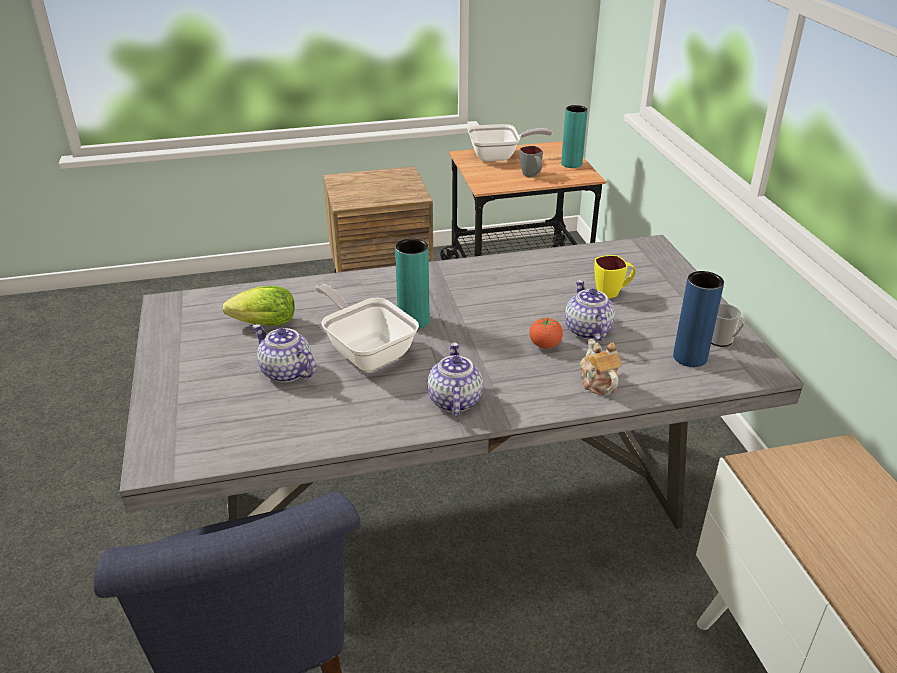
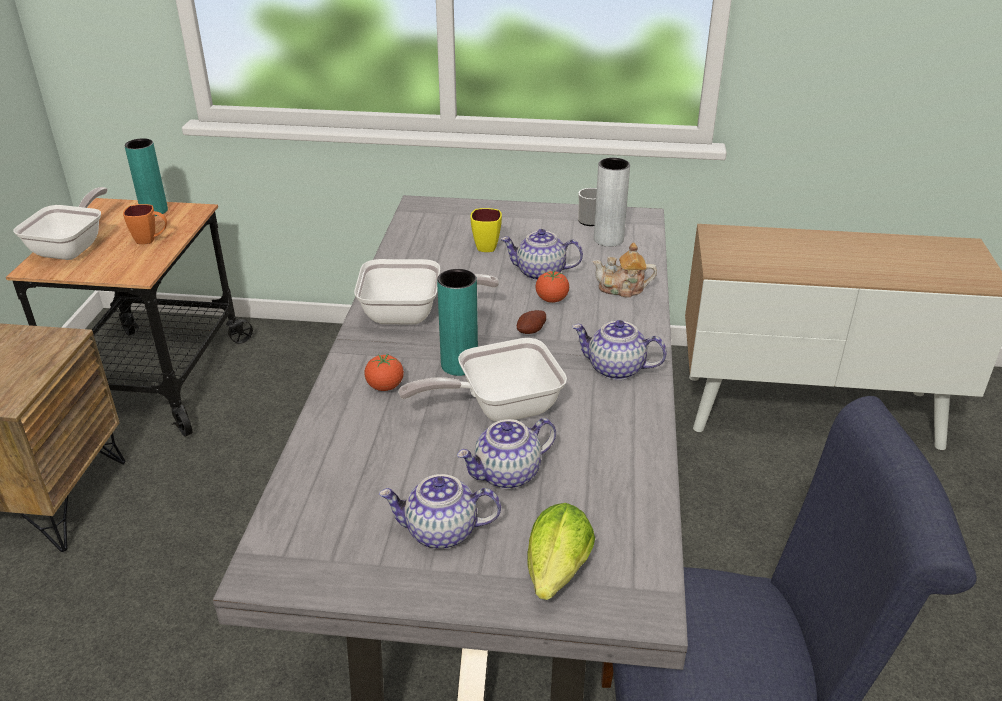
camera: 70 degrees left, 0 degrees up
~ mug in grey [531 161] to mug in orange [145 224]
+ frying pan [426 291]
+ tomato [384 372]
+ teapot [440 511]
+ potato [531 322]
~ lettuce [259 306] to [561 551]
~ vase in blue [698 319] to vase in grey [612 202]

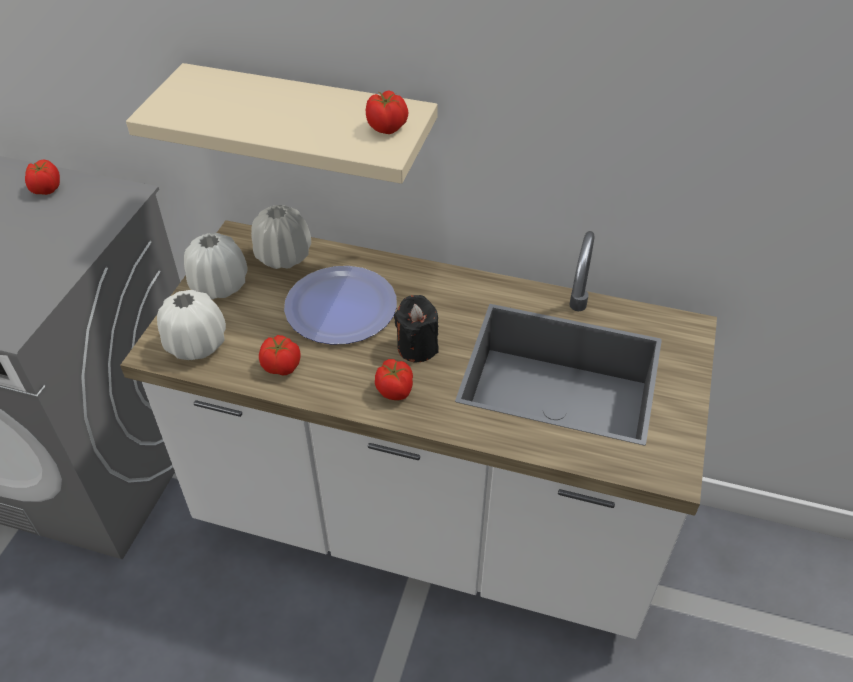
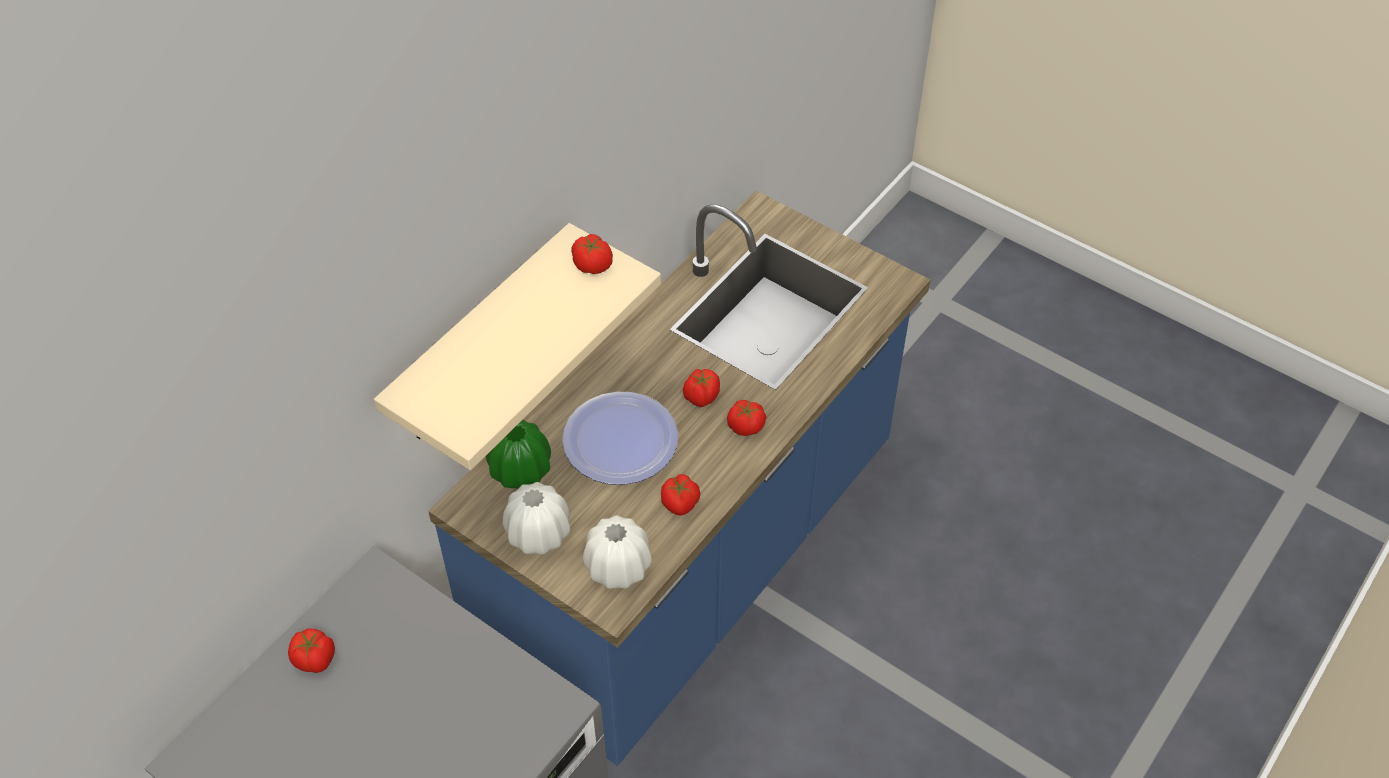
camera: 70 degrees left, 5 degrees up
~ counter in white [418 429] to counter in blue [679 478]
~ vase in white [281 237] to vase in green [518 454]
~ candle in black [416 328] to tomato [701 388]

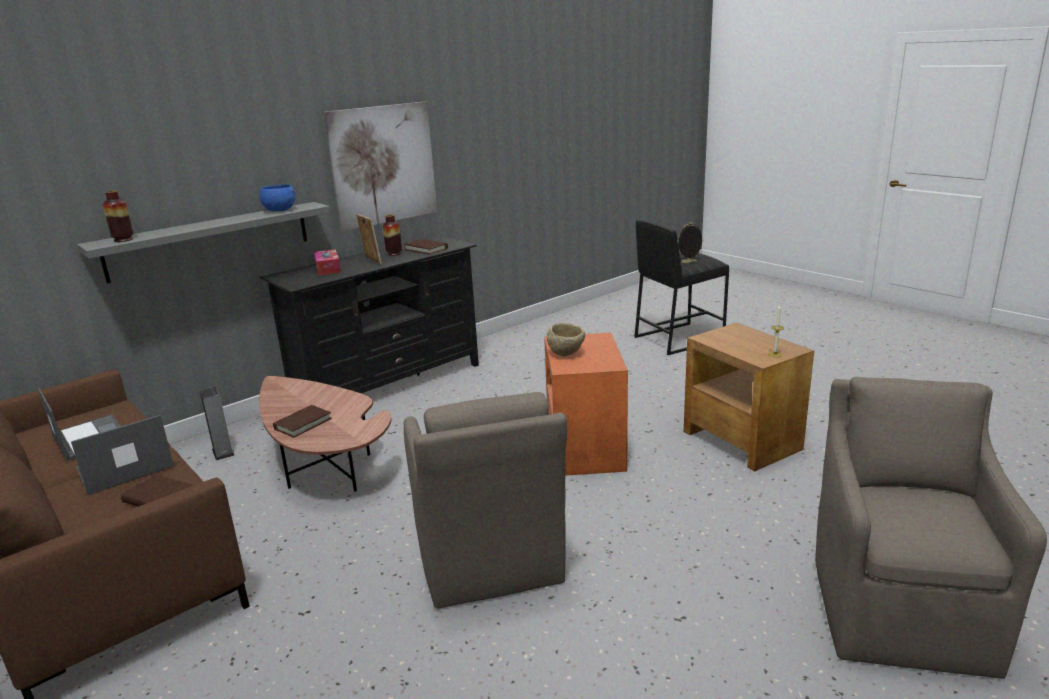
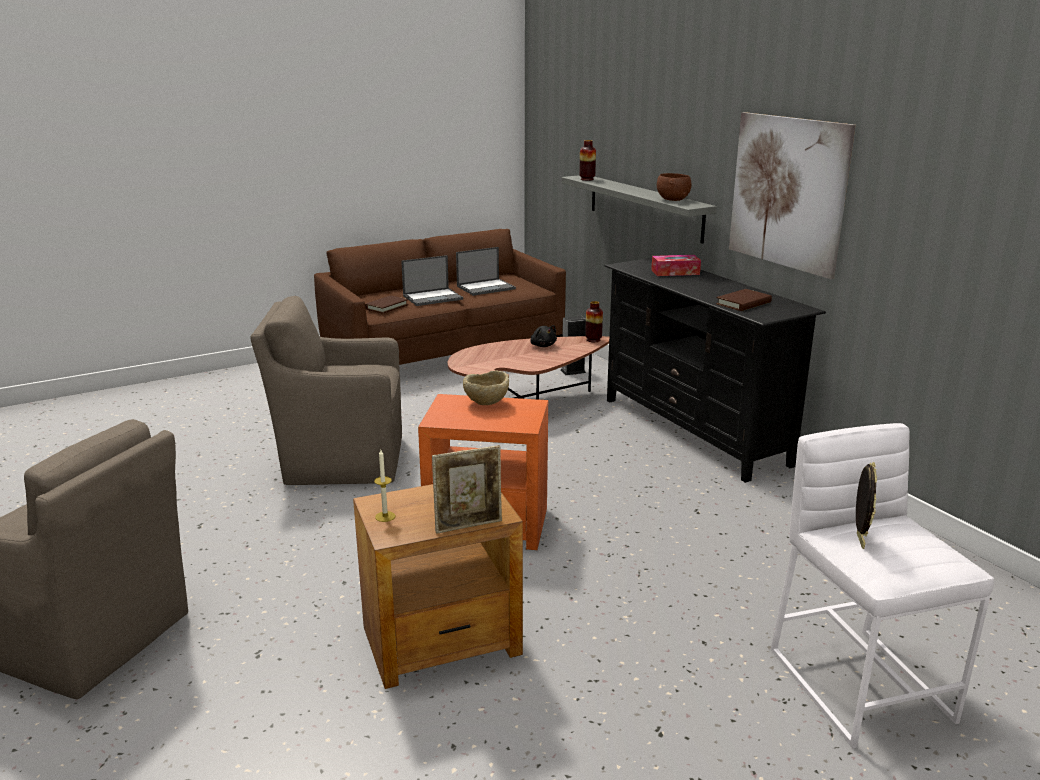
camera: 100 degrees right, 0 degrees up
~ laptop [122 455] = [432 280] 90 degrees clockwise
~ picture frame [369 239] to [467 489]
+ plush toy in black [543 336]
~ vase [392 235] to [594 321]
~ bowl in blue [277 197] to bowl in brown [674 187]
~ stool in black [681 287] to stool in white [882 585]
- book in brown [302 421]

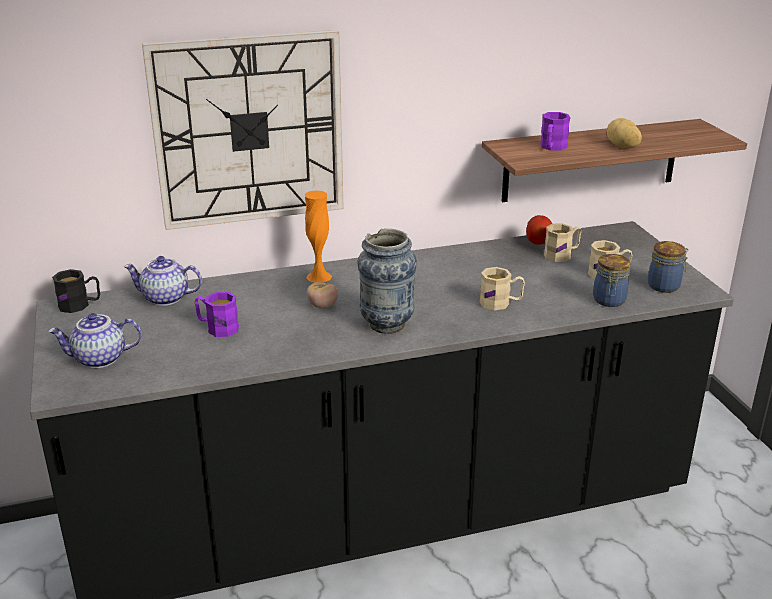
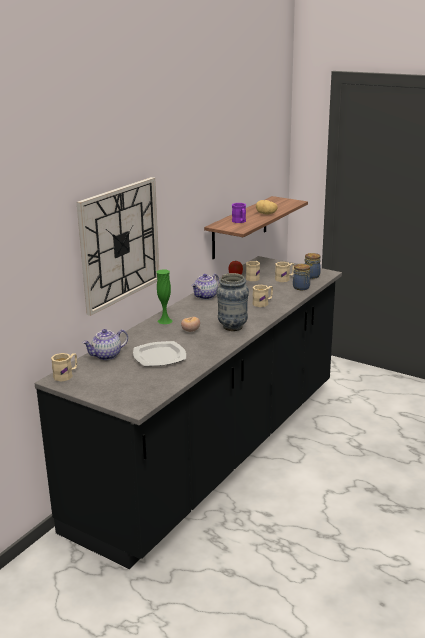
camera: 40 degrees left, 5 degrees down
~ mug in black [76 291] to mug in beige [64 367]
~ mug in purple [217 314] to plate [159 353]
~ vase in orange [318 236] to vase in green [164 296]
~ teapot [94 340] to [205 286]

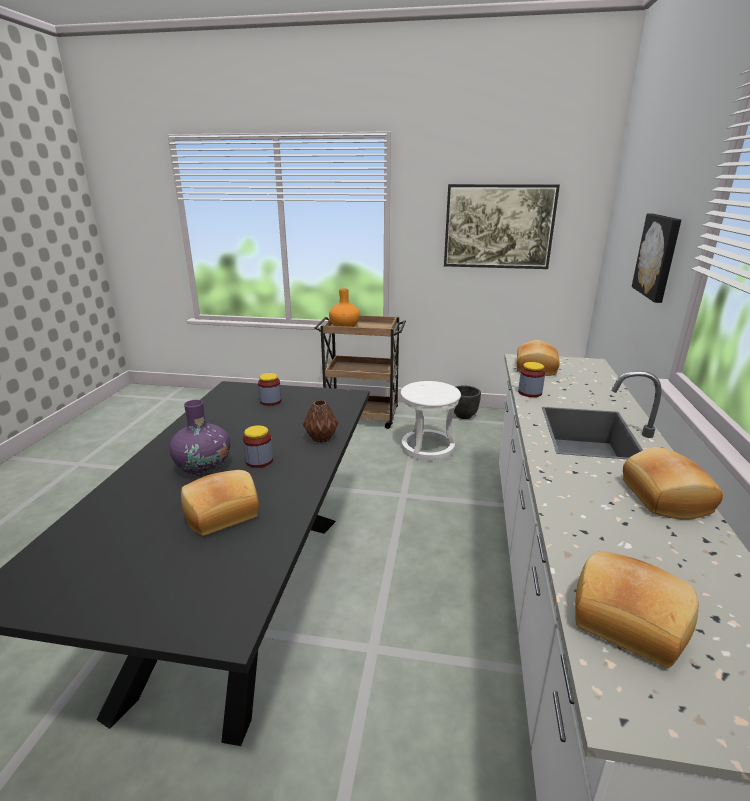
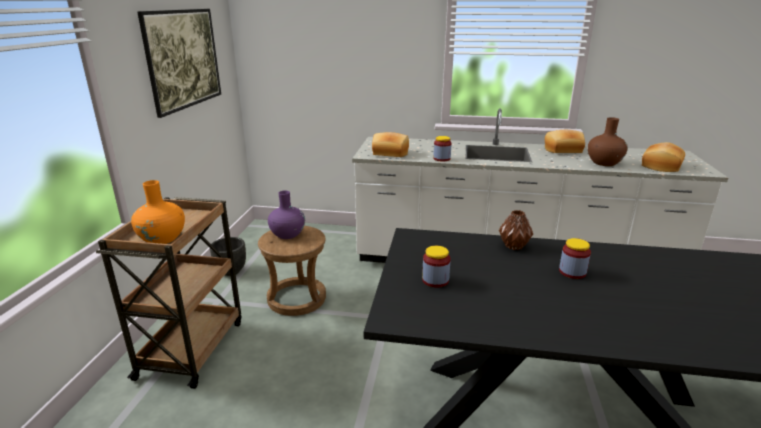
camera: 90 degrees left, 0 degrees up
~ stool in white [431 421] to stool in brown [292 271]
~ vase in purple [199 438] to [286 214]
+ vase in brown [608 141]
- bread [220 503]
- picture [656 258]

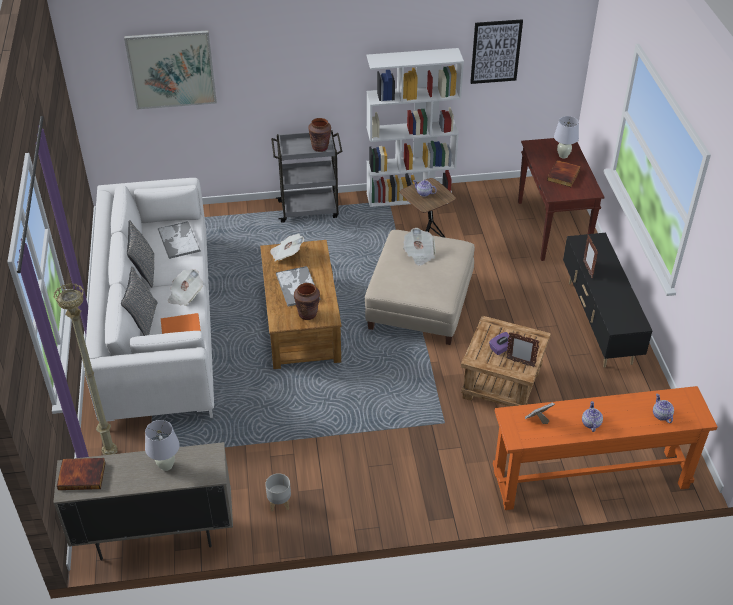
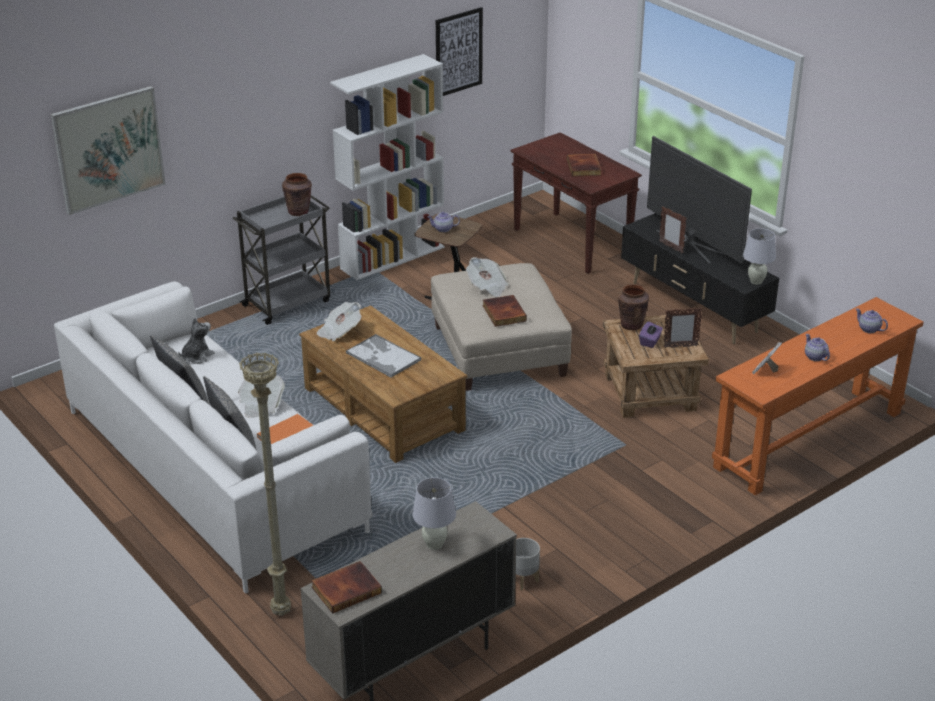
camera: 30 degrees left, 10 degrees down
~ tray [179 240] to plush toy [196 341]
+ book [504 311]
~ vase in brown [307 301] to [633 307]
+ television [699 200]
~ table lamp in white [566 137] to [759 256]

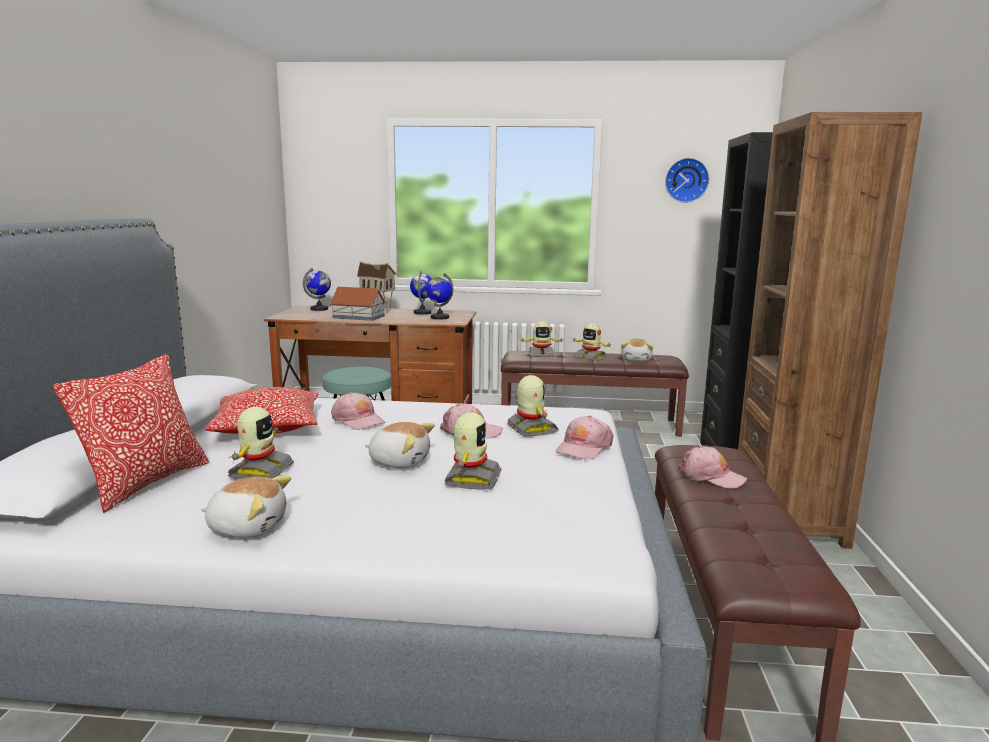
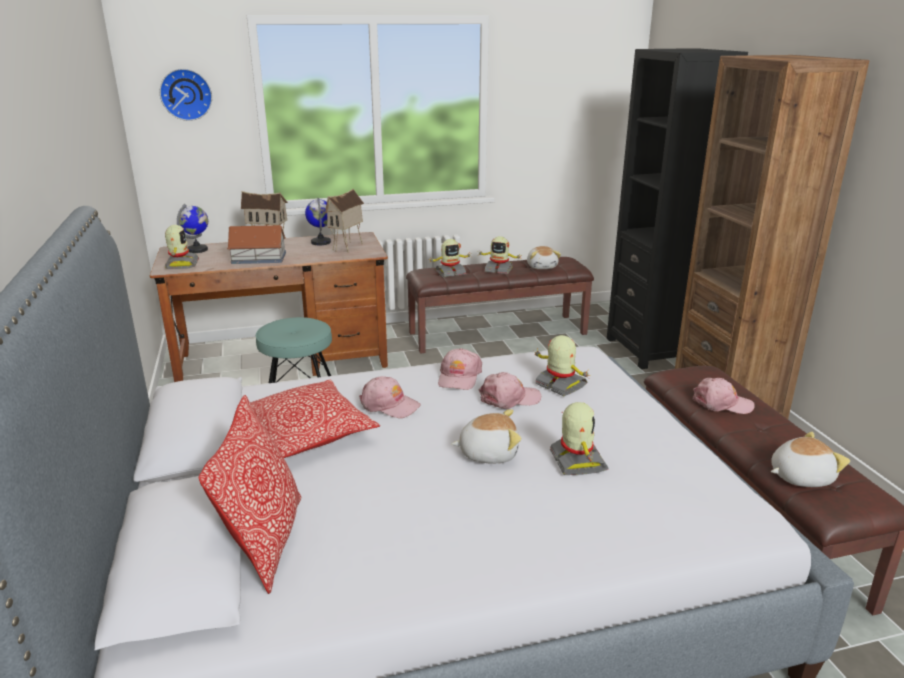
camera: 20 degrees left, 10 degrees up
~ wall clock [687 180] to [186 95]
~ toy robot [261 443] to [182 247]
~ globe [439 296] to toy house [344 221]
~ cap in pink [585 438] to [460 369]
~ plush toy [246 507] to [810 459]

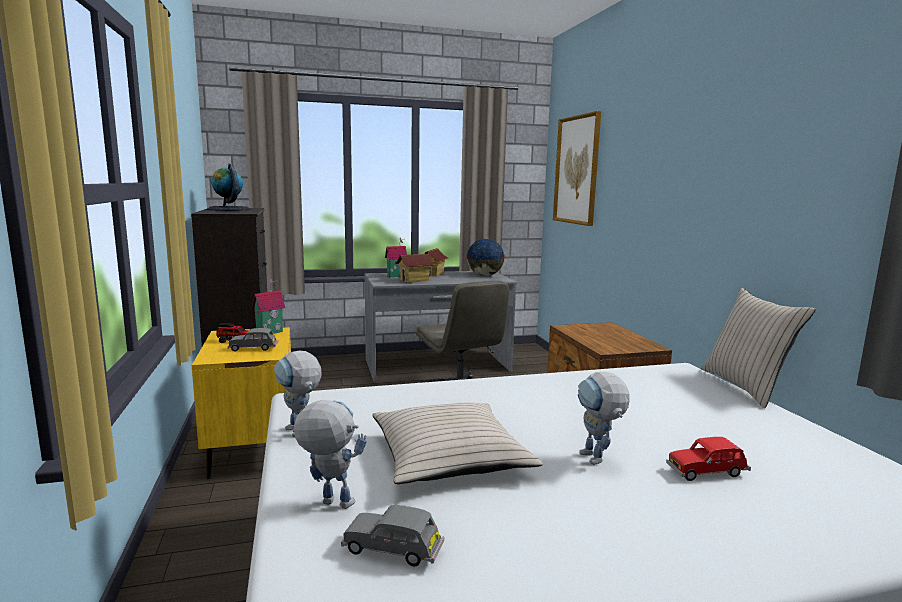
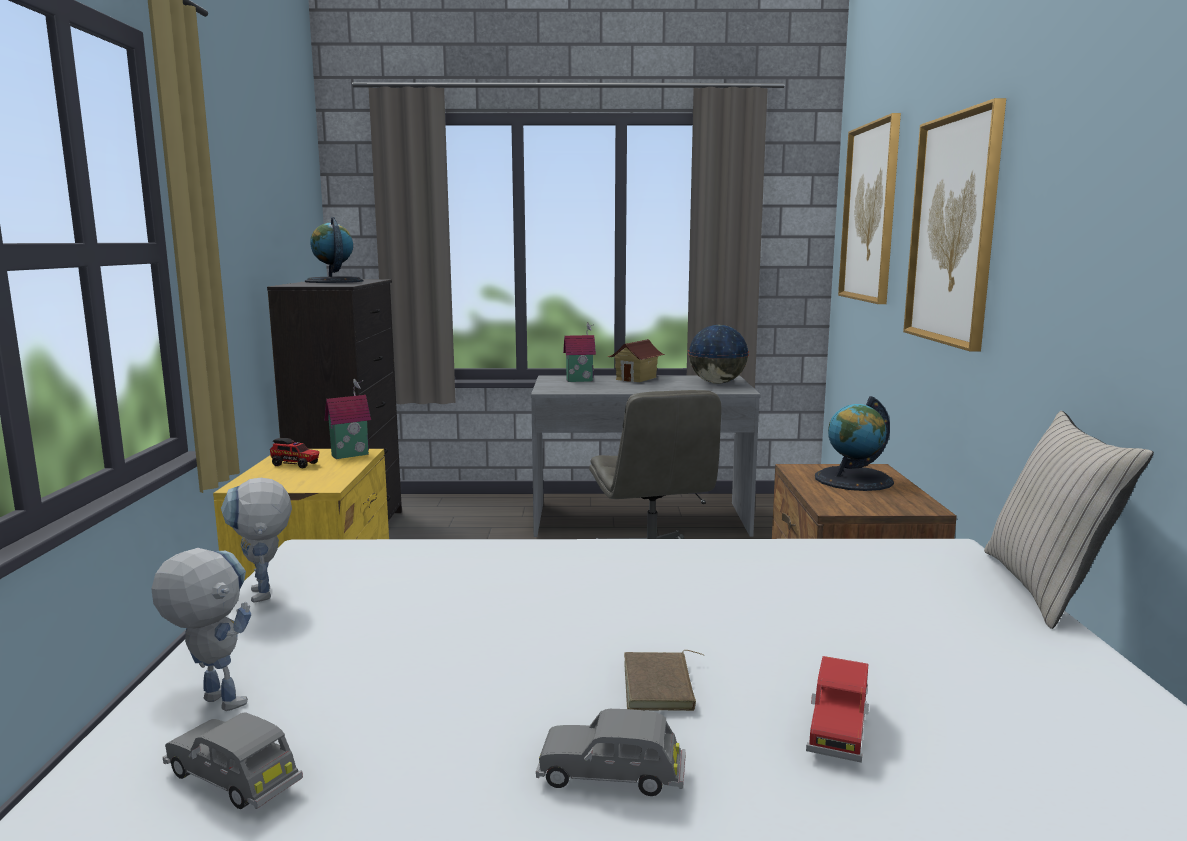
camera: 15 degrees right, 0 degrees up
~ toy car in grey [253 339] to [611 752]
~ toy robot [604 418] to book in brown [664 680]
~ toy car in red [708 459] = [837 709] 75 degrees counterclockwise
+ globe [854 443]
+ picture [954 225]
- pillow in beige [457 443]
- toy house [415 268]

